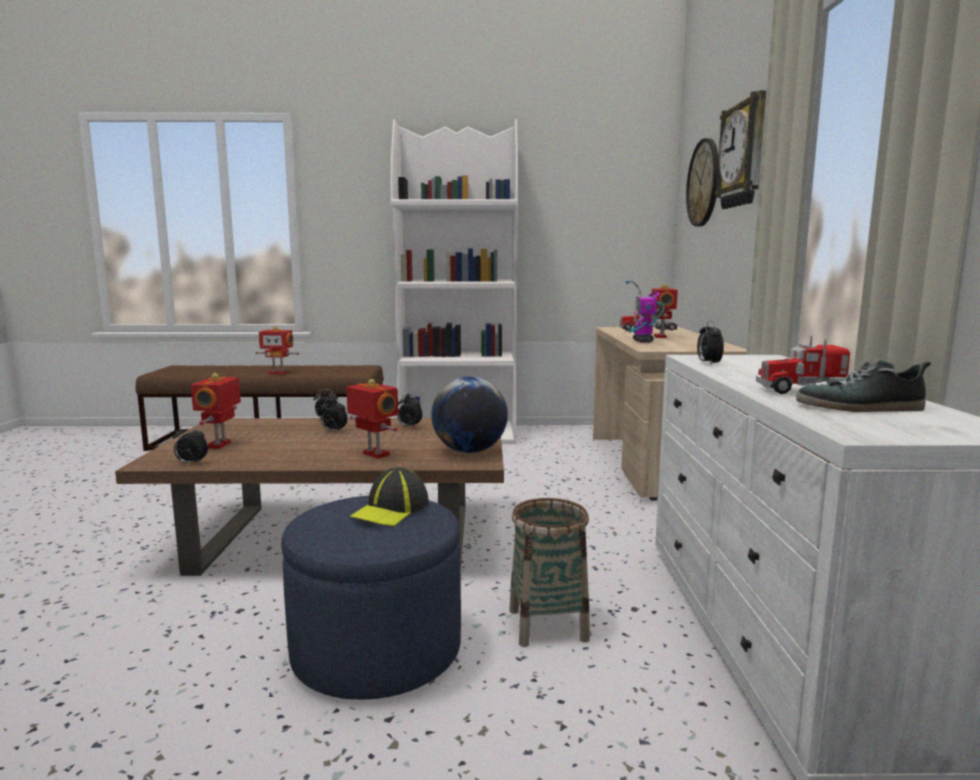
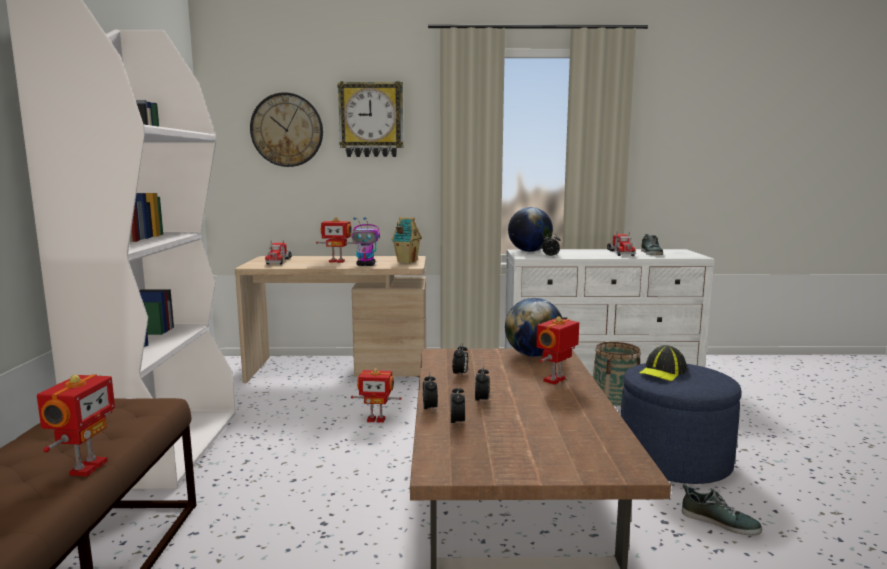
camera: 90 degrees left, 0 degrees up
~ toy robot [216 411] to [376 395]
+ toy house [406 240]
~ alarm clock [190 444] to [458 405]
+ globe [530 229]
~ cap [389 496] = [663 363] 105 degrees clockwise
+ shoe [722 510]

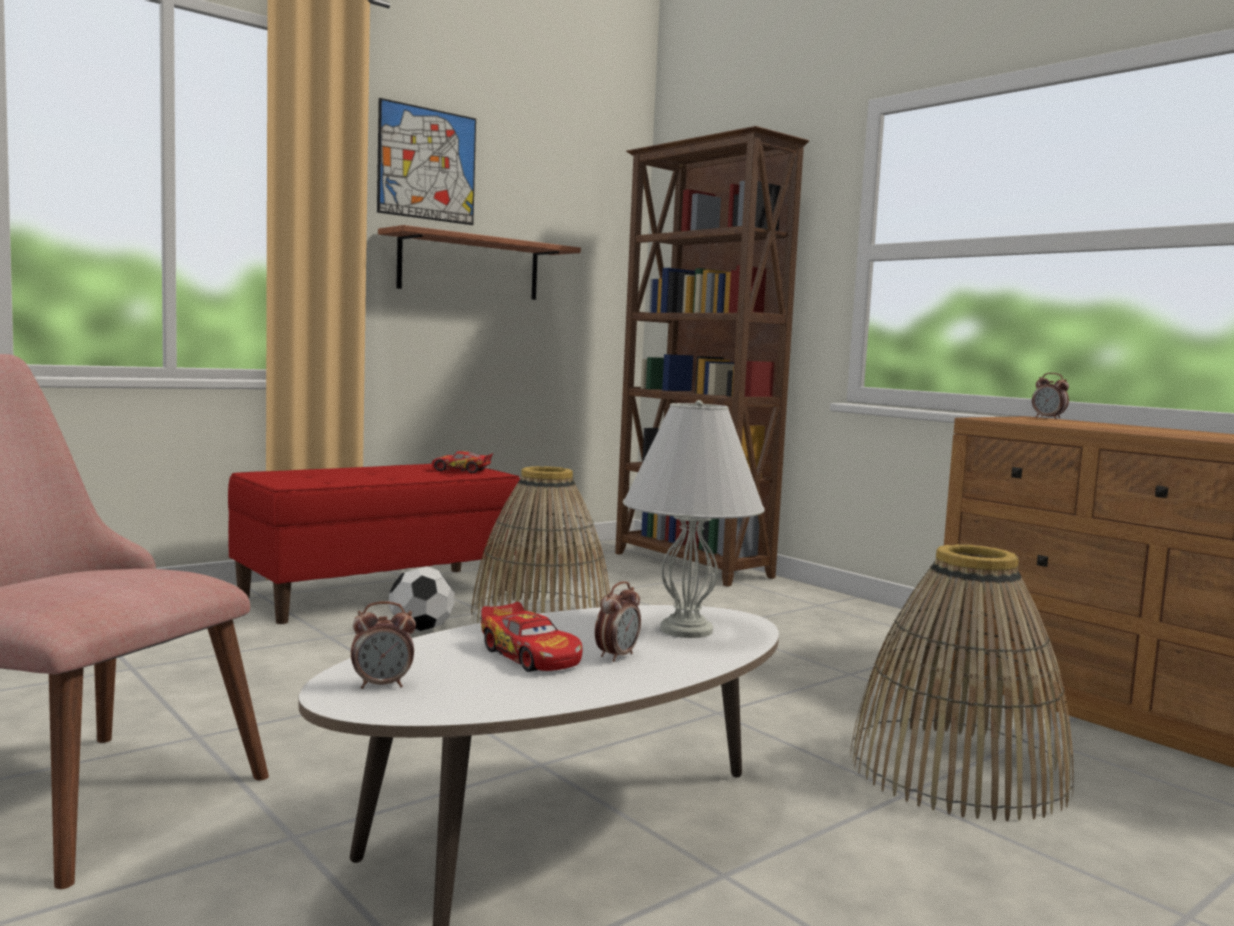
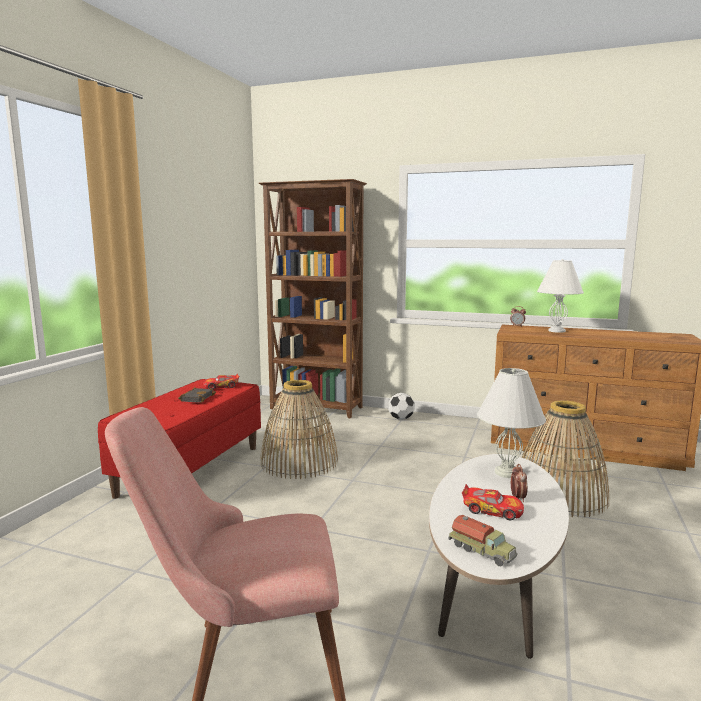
camera: 30 degrees left, 5 degrees up
+ book in black [197 395]
~ football [421 599] to [401 406]
~ alarm clock [383 645] to toy truck [483 540]
+ table lamp in white [560 296]
- picture [426 161]
- shelf [479 262]

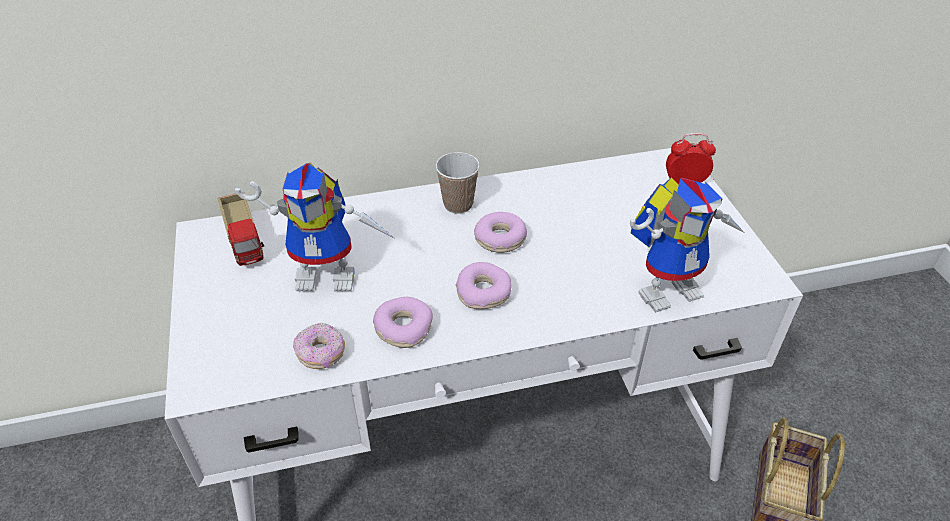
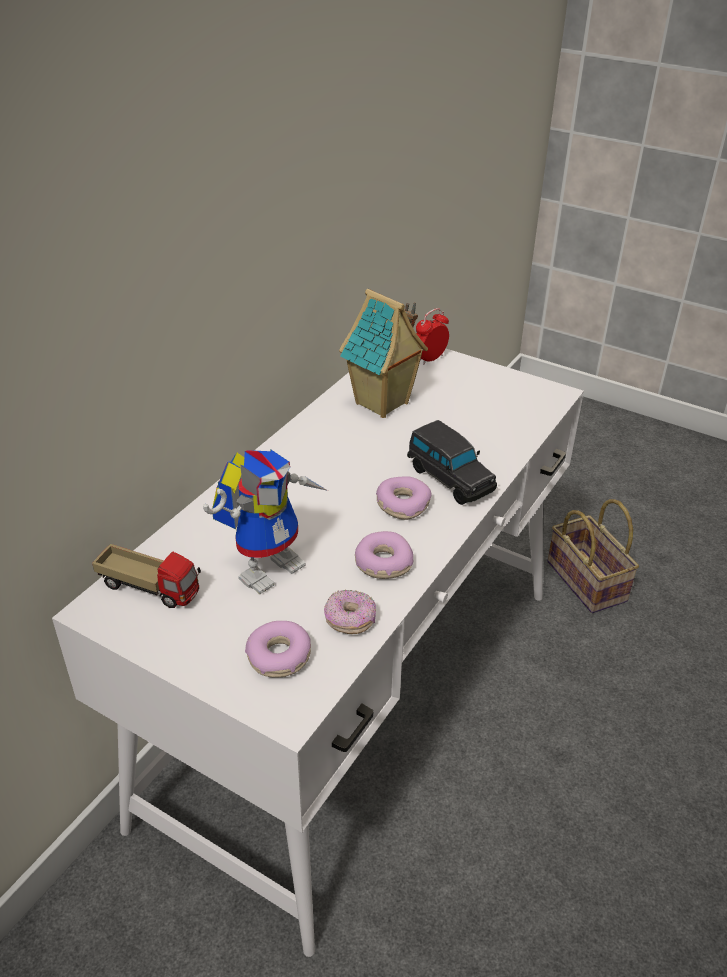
camera: 45 degrees left, 5 degrees down
~ donut [500 232] to [278 649]
+ toy house [383 353]
+ toy car in black [452 462]
- cup [457 183]
- toy robot [687 245]

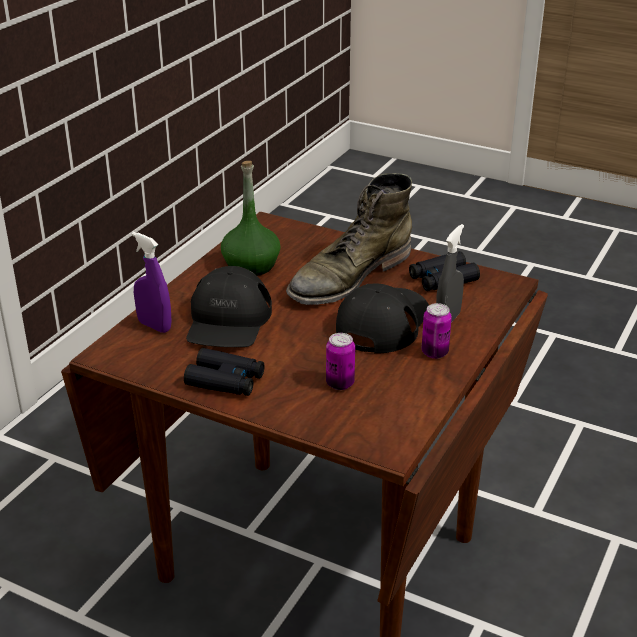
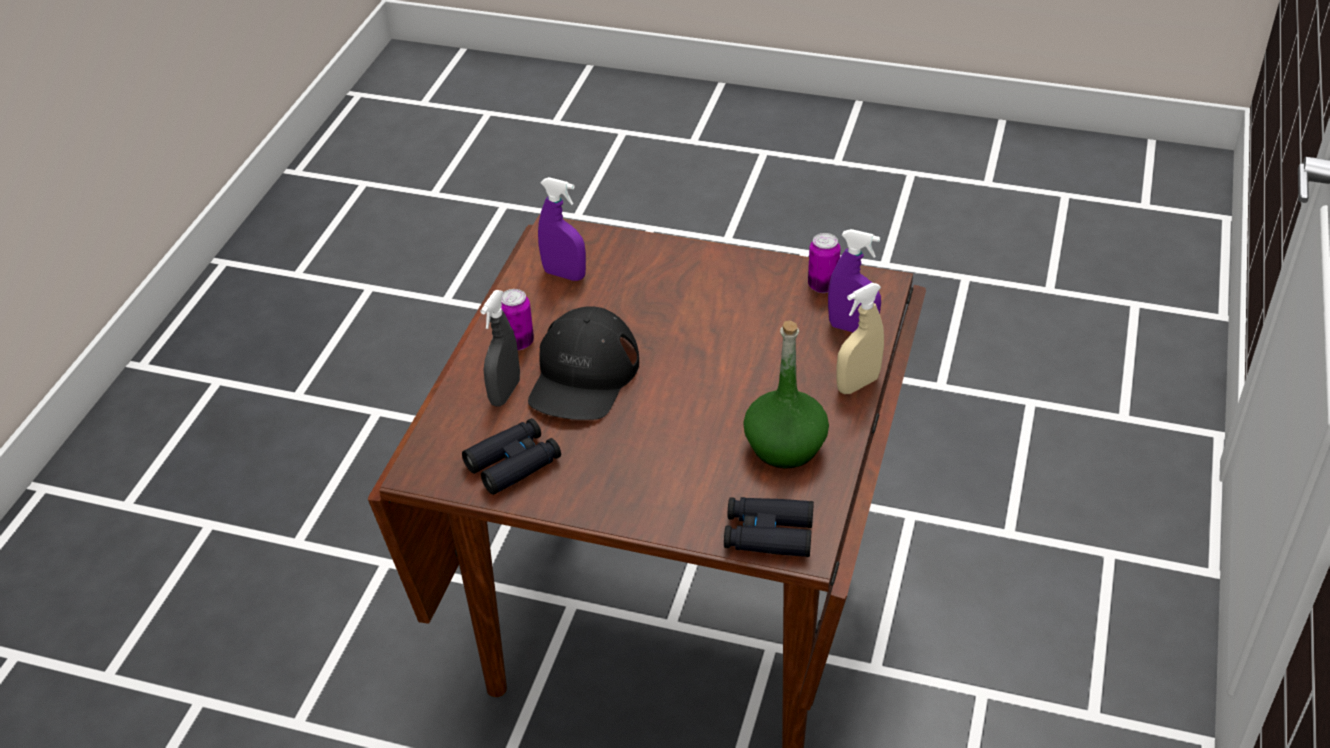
camera: 170 degrees right, 10 degrees up
+ spray bottle in purple [562 229]
~ binoculars in black [224 372] to [769 527]
~ can [340 361] to [824 263]
+ spray bottle in beige [860 338]
- cap in black [229 306]
- boot in green [349 239]

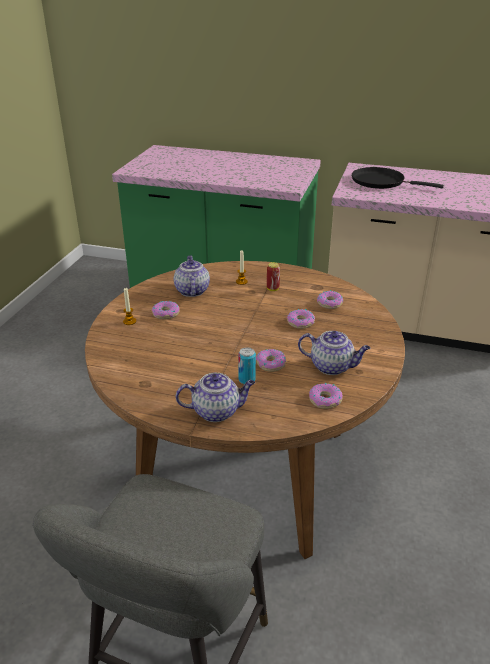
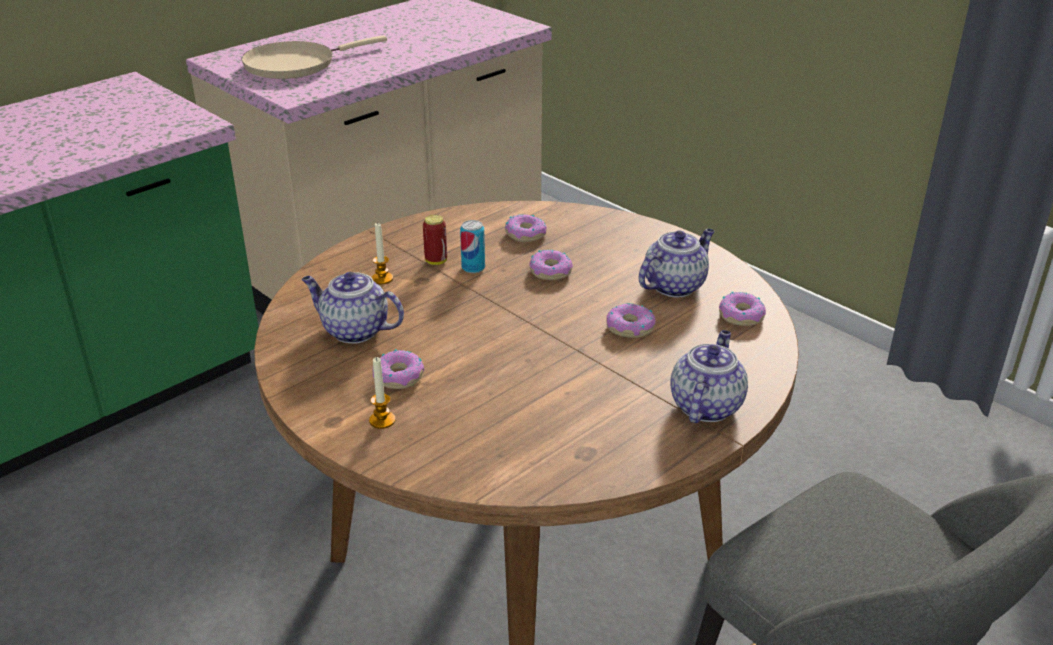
camera: 60 degrees left, 0 degrees up
~ frying pan in black [398 178] to frying pan in beige [314 57]
~ can [247 365] to [472 246]

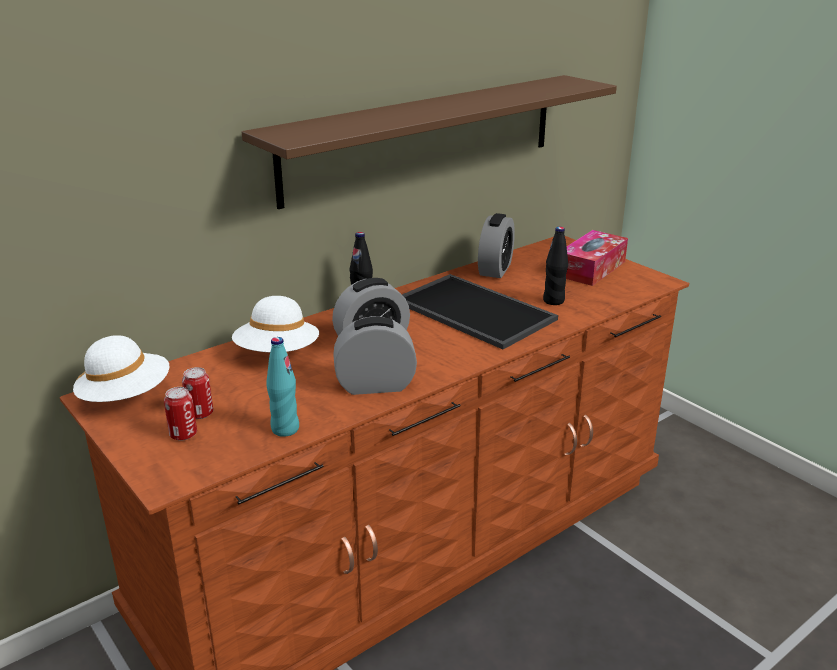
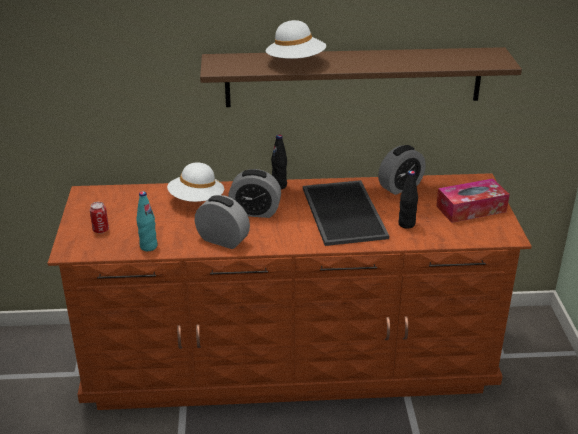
camera: 35 degrees right, 5 degrees up
~ hat in white [121 368] to [296 39]
- can [197 393]

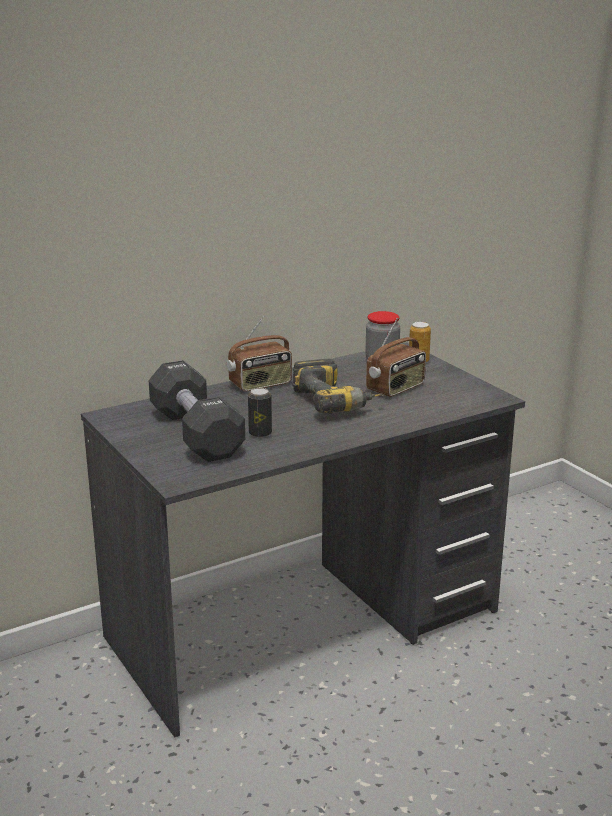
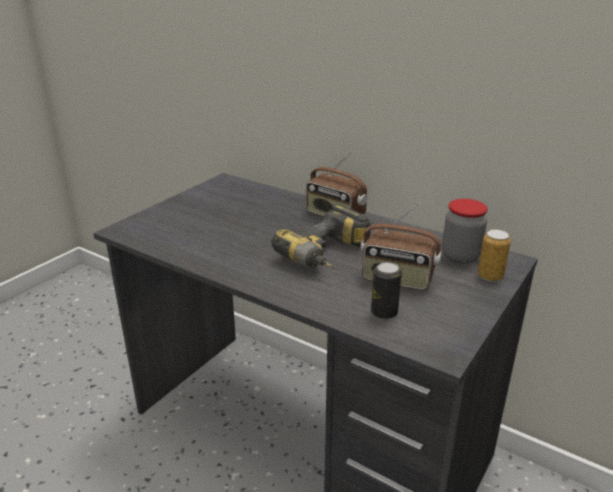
camera: 65 degrees right, 5 degrees up
~ can [260 413] to [386 290]
- dumbbell in black [197 411]

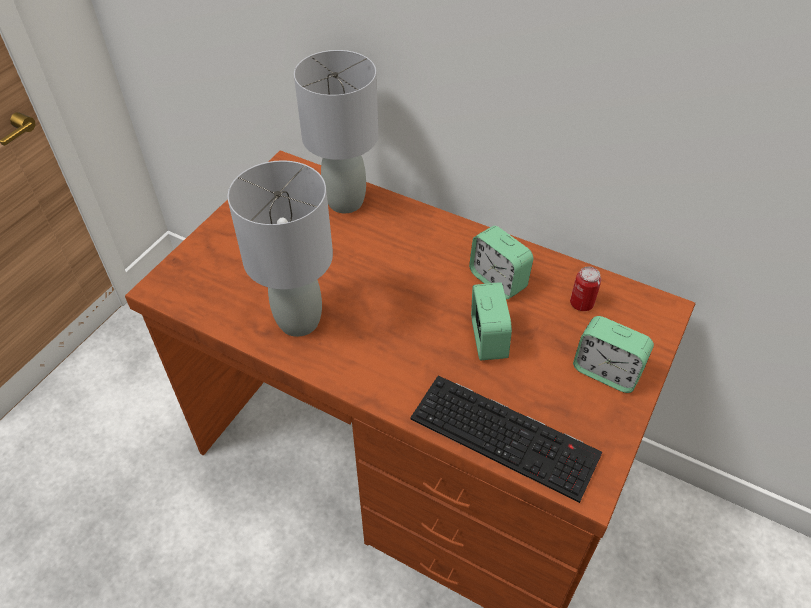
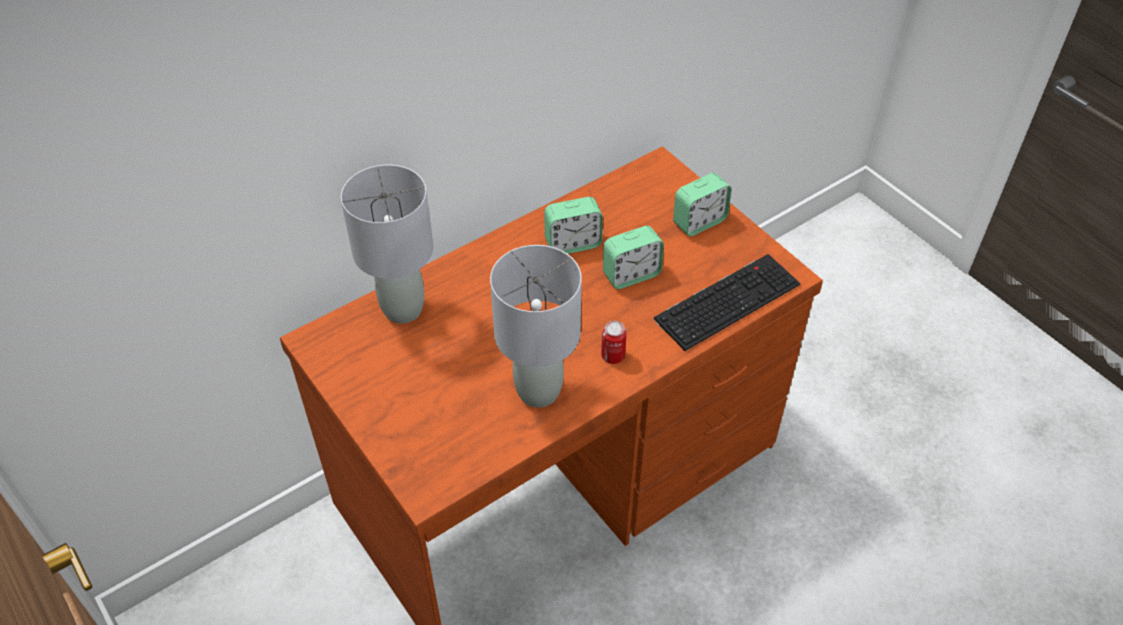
camera: 65 degrees left, 0 degrees up
~ can [585 289] to [614 342]
~ alarm clock [491 321] = [633 257] 135 degrees clockwise

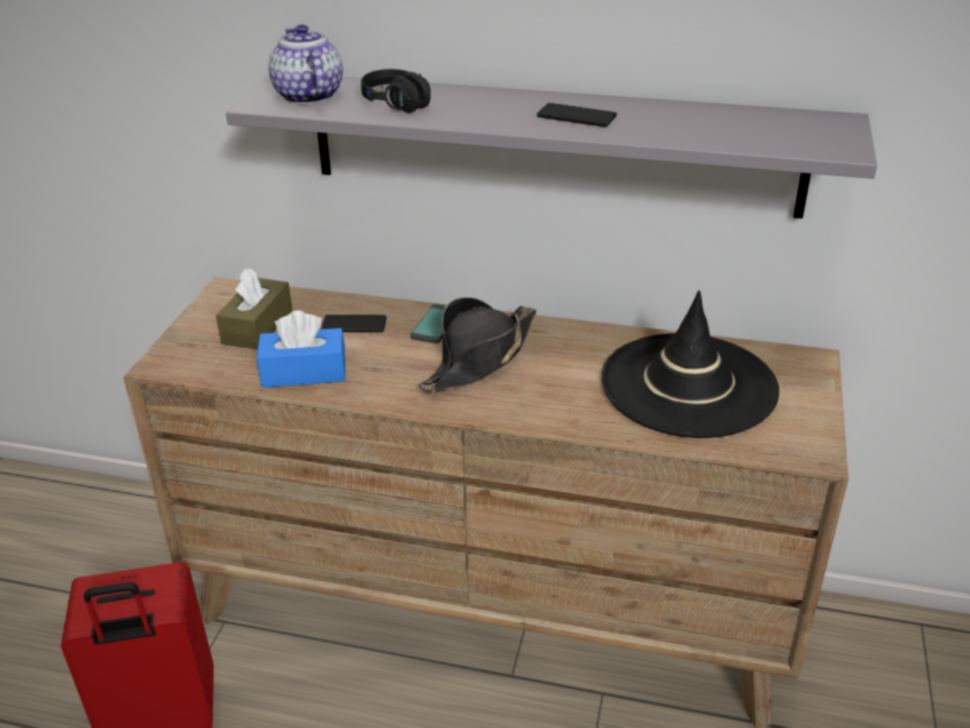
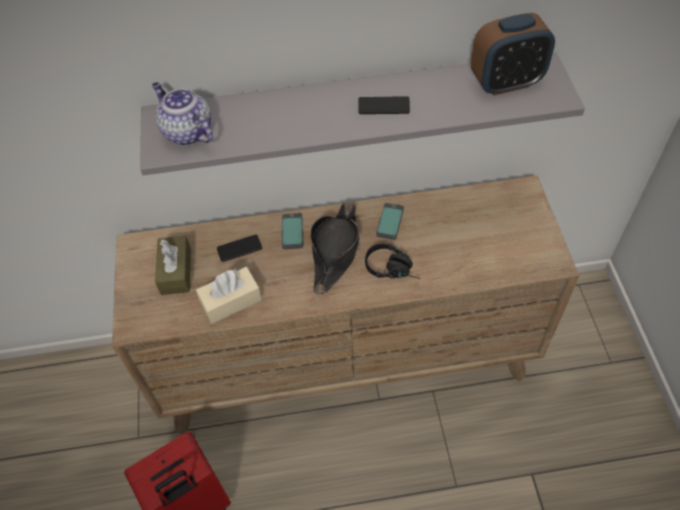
camera: 20 degrees left, 20 degrees up
~ tissue box in blue [300 349] to tissue box in beige [229 295]
~ headphones in black [396 91] to [392 261]
+ phone [390 221]
+ alarm clock [513 54]
- hat in black [690 364]

